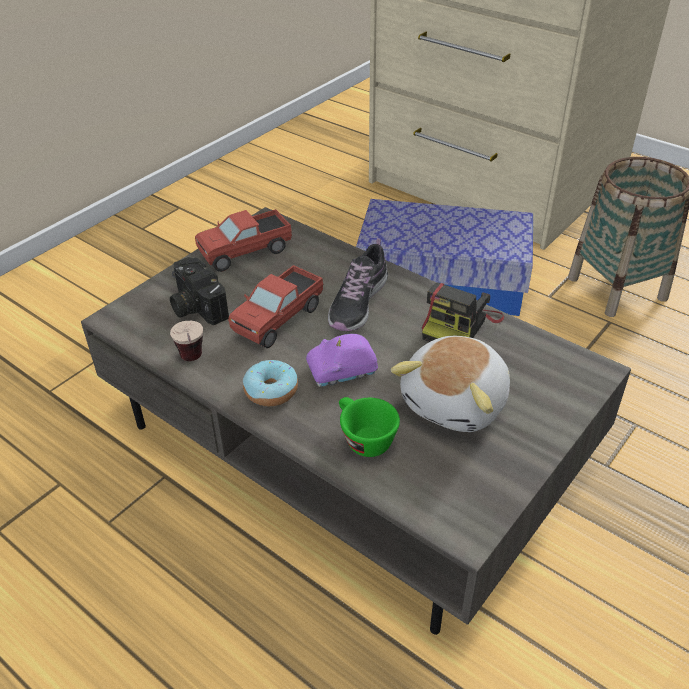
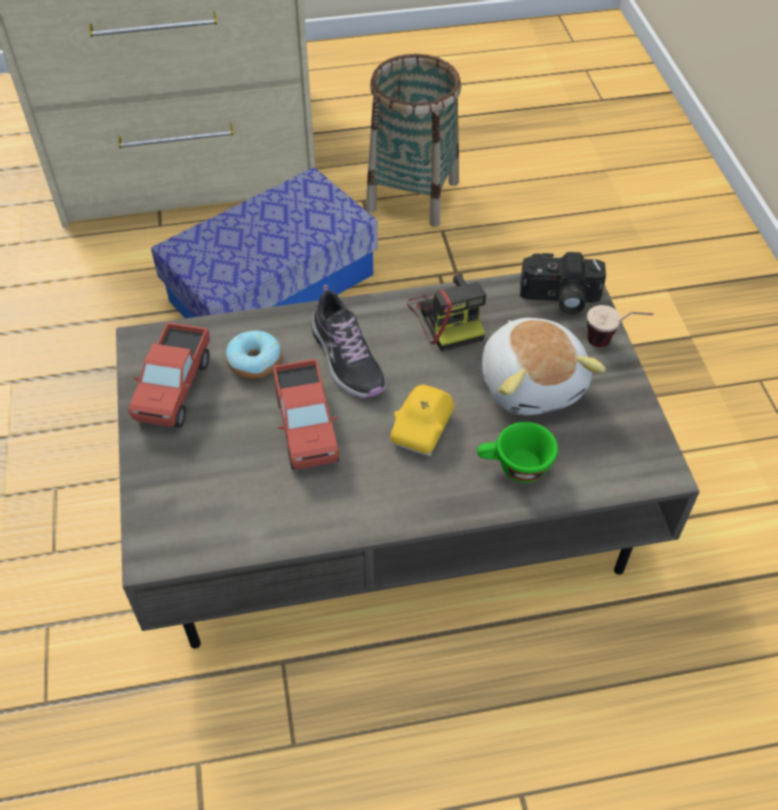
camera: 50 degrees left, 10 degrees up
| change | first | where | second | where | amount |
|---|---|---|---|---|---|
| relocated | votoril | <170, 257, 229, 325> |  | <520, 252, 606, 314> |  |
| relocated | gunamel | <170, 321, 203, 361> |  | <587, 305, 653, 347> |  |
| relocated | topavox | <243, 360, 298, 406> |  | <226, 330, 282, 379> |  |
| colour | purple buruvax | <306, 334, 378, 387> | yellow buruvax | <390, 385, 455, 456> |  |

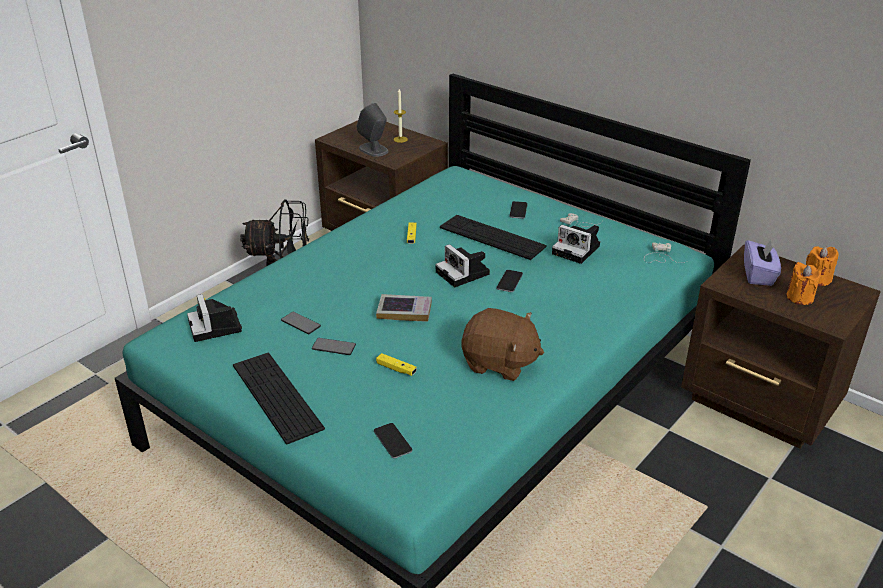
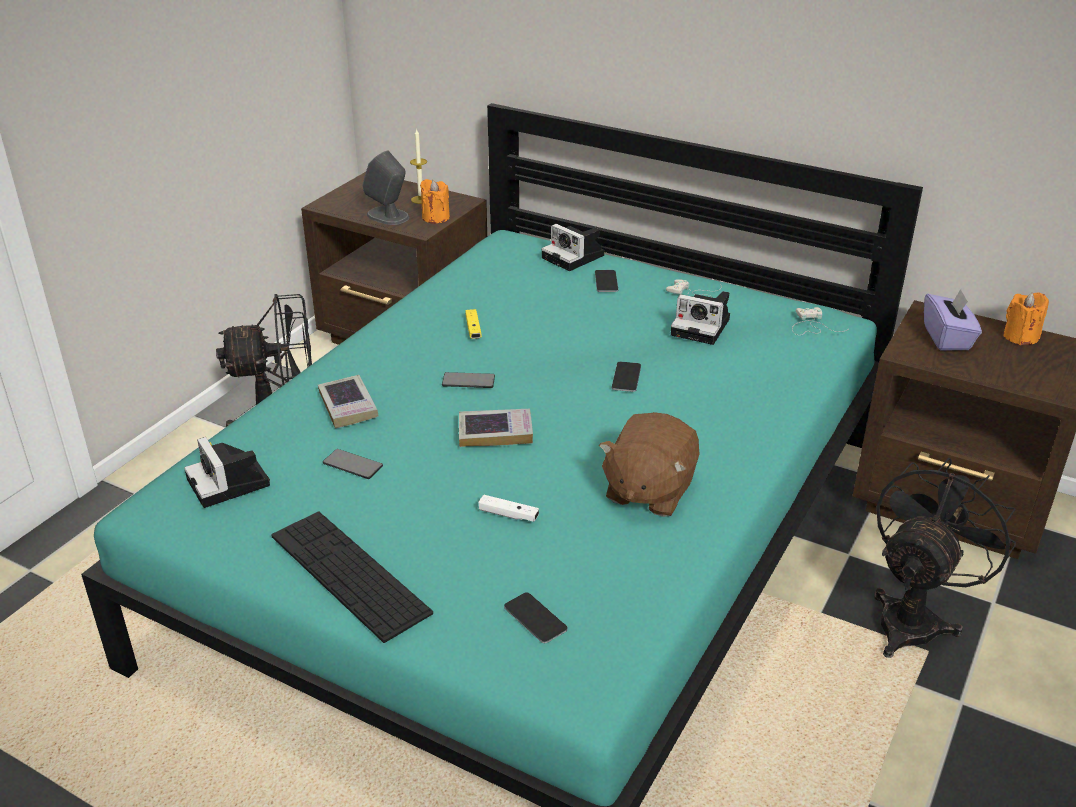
camera: 10 degrees left, 0 degrees up
| change | first | where | second | where | amount |
|---|---|---|---|---|---|
| relocated | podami | <312, 338, 356, 355> |  | <442, 372, 495, 388> |  |
| colour | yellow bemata | <376, 353, 417, 376> | white bemata | <478, 495, 539, 522> |  |
| relocated | votoril | <435, 244, 490, 287> |  | <542, 224, 604, 271> |  |
| missing | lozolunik | <440, 215, 547, 260> |  |  |  |
| spun | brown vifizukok | <461, 308, 544, 381> |  | <599, 412, 700, 517> | 105 degrees clockwise |
| relocated | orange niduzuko | <786, 262, 821, 305> |  | <420, 179, 450, 224> |  |
| appeared |  |  | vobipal | <318, 375, 379, 428> |  |
| appeared |  |  | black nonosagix | <874, 458, 1017, 658> |  |

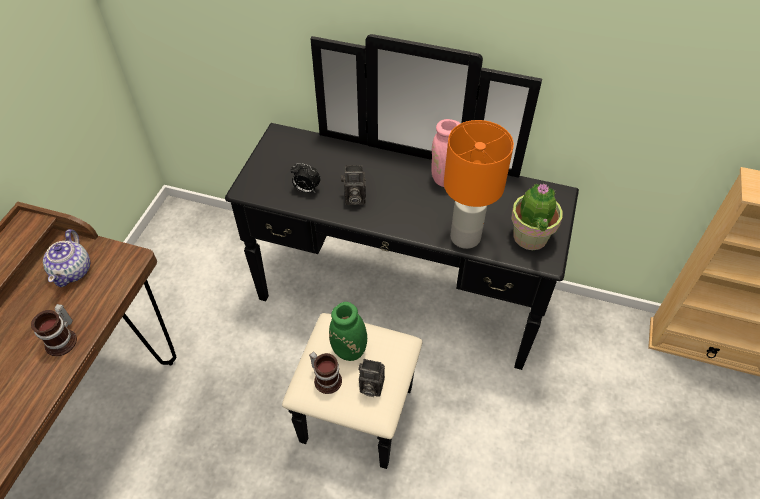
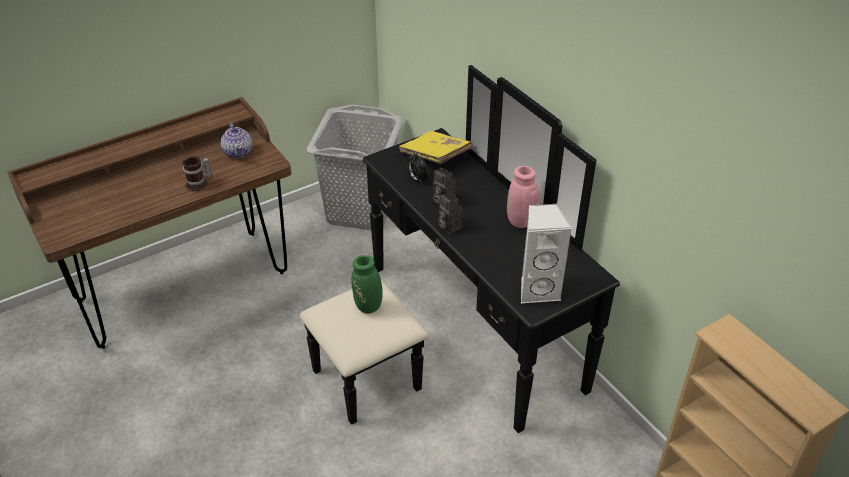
camera: 40 degrees right, 10 degrees down
| change | first | where | second | where | amount |
|---|---|---|---|---|---|
| spun | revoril | <43, 229, 90, 287> |  | <221, 122, 252, 159> | 60 degrees counterclockwise |
| missing | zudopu | <309, 352, 342, 394> |  |  |  |
| relocated | votoril | <358, 359, 385, 397> |  | <438, 192, 463, 234> |  |
| missing | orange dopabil | <444, 120, 514, 249> |  |  |  |
| exchanged | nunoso | <511, 183, 563, 250> | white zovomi | <521, 203, 572, 303> |  |
| appeared |  |  | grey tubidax | <307, 105, 404, 230> |  |
| appeared |  |  | yellow vobipal | <399, 131, 473, 164> |  |

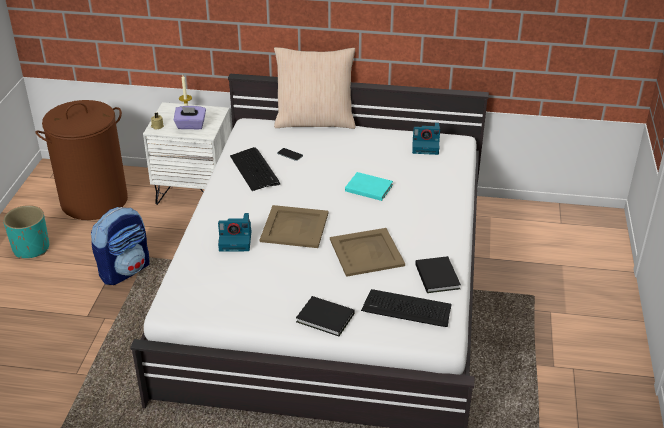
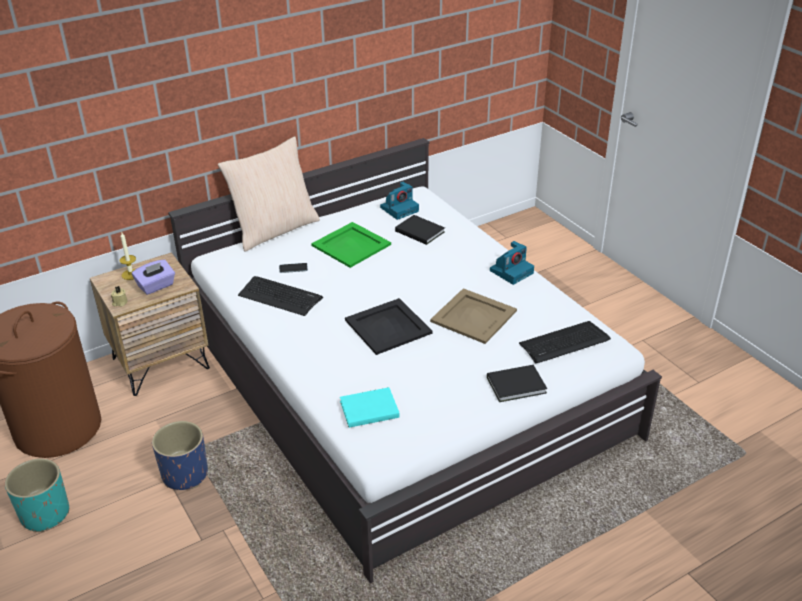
camera: 40 degrees left, 0 degrees up
| change | first | where | second | where | amount |
|---|---|---|---|---|---|
| exchanged | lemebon | <91, 207, 149, 285> | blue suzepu | <152, 421, 208, 490> |  |
| colour | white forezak | <143, 102, 231, 205> | brown forezak | <90, 253, 210, 396> |  |
| relocated | votoril | <218, 213, 251, 251> |  | <490, 241, 534, 285> |  |
| colour | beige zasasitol | <260, 205, 329, 248> | black zasasitol | <345, 298, 432, 355> |  |
| relocated | turquoise vobipal | <345, 172, 393, 201> |  | <340, 387, 400, 428> |  |
| relocated | black vobipal | <415, 256, 461, 293> |  | <395, 215, 445, 245> |  |
| appeared |  |  | green zasasitol | <311, 222, 391, 268> |  |

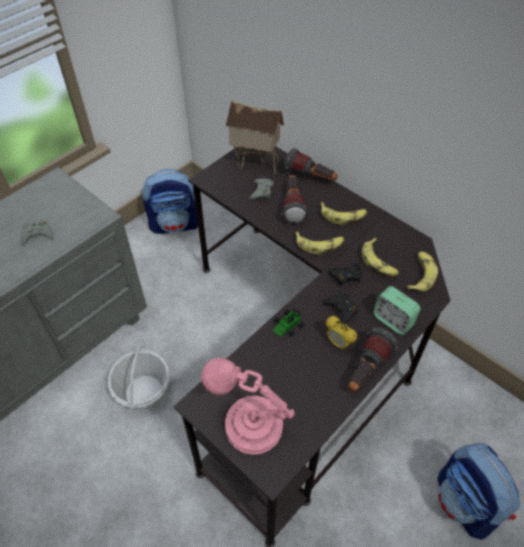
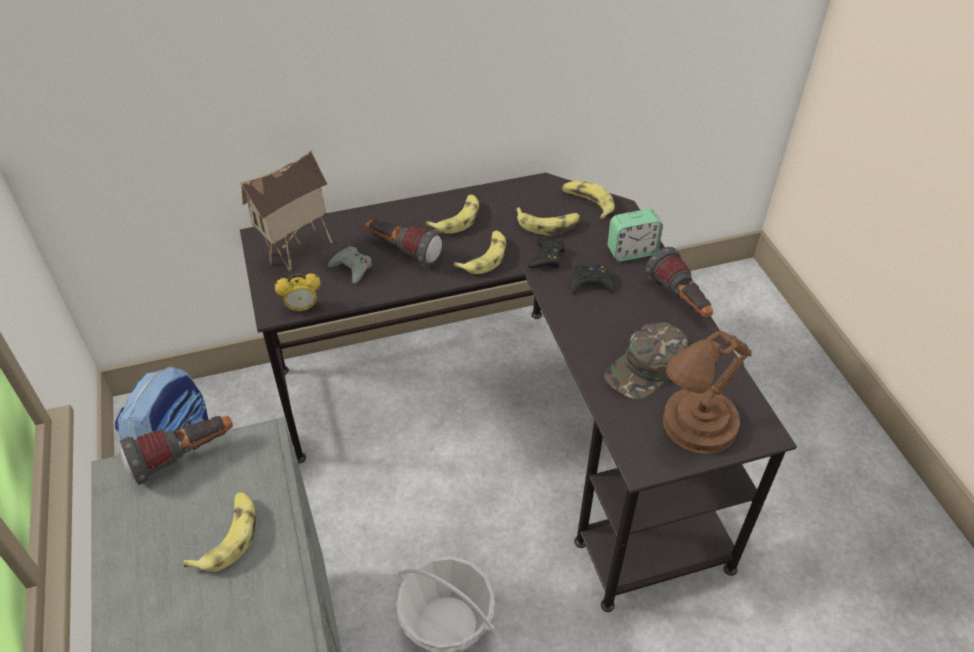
camera: 60 degrees left, 5 degrees down
| change | first | where | second | where | amount |
|---|---|---|---|---|---|
| exchanged | grey bemata | <20, 220, 53, 246> | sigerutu | <183, 492, 256, 572> |  |
| colour | pink dopabil | <201, 358, 295, 455> | brown dopabil | <663, 331, 752, 454> |  |
| missing | buruvax | <273, 308, 305, 337> |  |  |  |
| relocated | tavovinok | <284, 148, 338, 181> |  | <120, 416, 233, 485> |  |
| relocated | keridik | <326, 316, 357, 350> |  | <275, 273, 321, 313> |  |
| missing | lemebon | <438, 443, 520, 540> |  |  |  |
| appeared |  |  | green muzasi | <604, 322, 688, 400> |  |

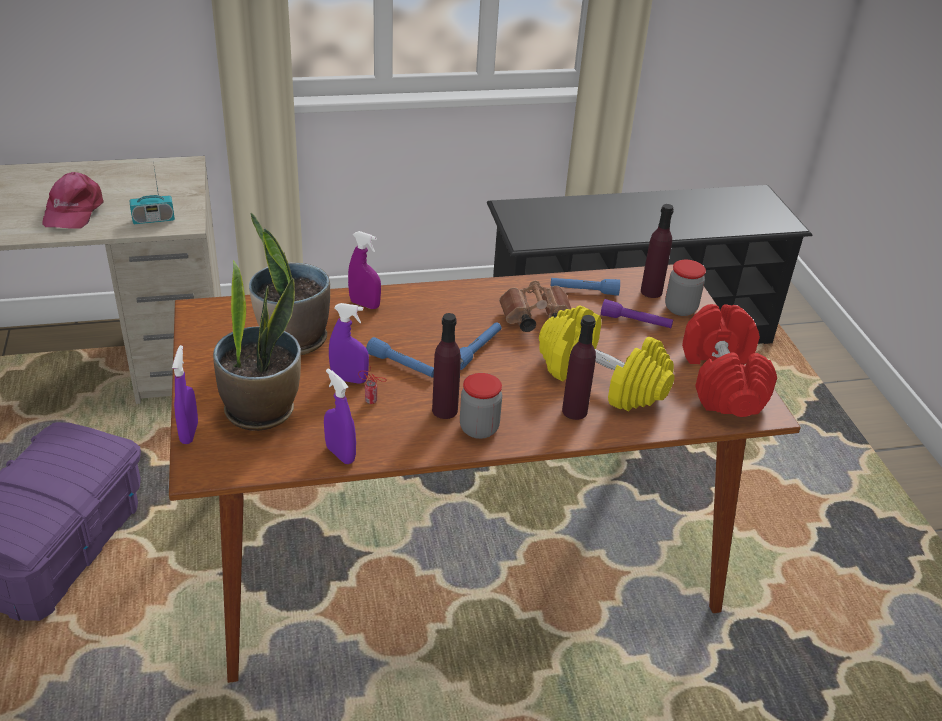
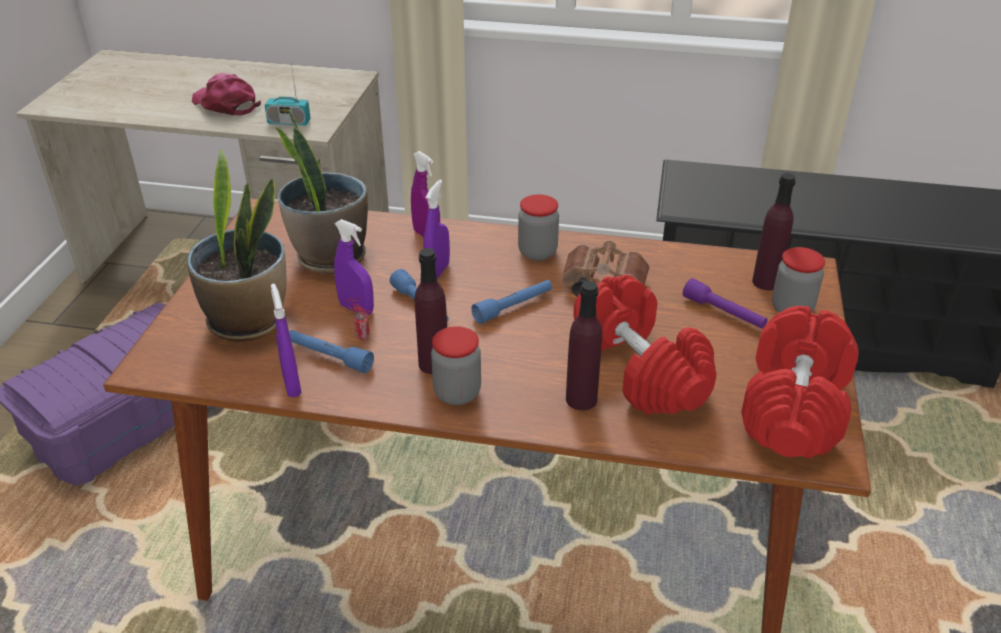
camera: 25 degrees right, 0 degrees up
| change | first | where | second | where | amount |
|---|---|---|---|---|---|
| spun | pink muzasi | <42, 172, 104, 229> |  | <192, 73, 261, 116> | 105 degrees clockwise |
| relocated | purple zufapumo | <172, 345, 198, 444> |  | <423, 180, 450, 279> |  |
| colour | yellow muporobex | <539, 305, 674, 411> | red muporobex | <573, 275, 717, 415> |  |
| relocated | blue tavovinok | <551, 278, 620, 296> |  | <289, 330, 374, 373> |  |
| appeared |  |  | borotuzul | <518, 194, 559, 261> |  |

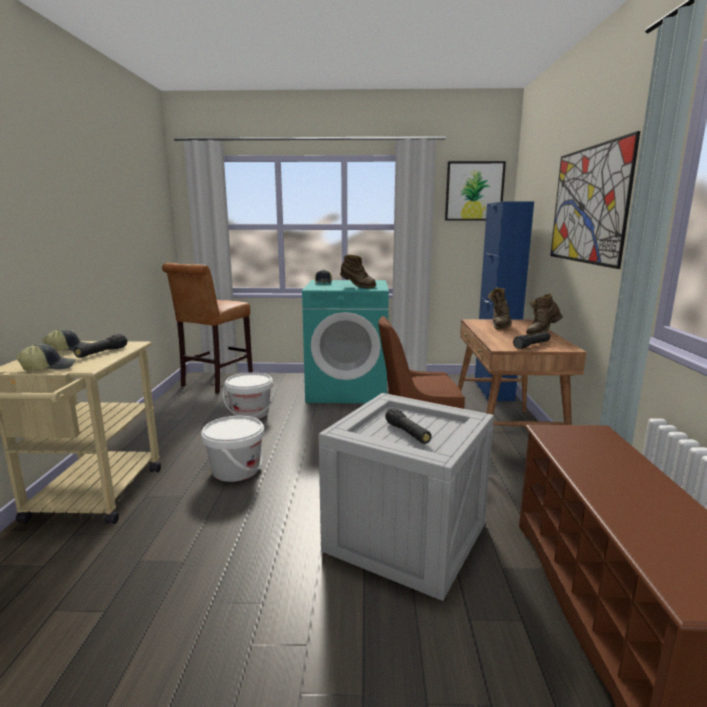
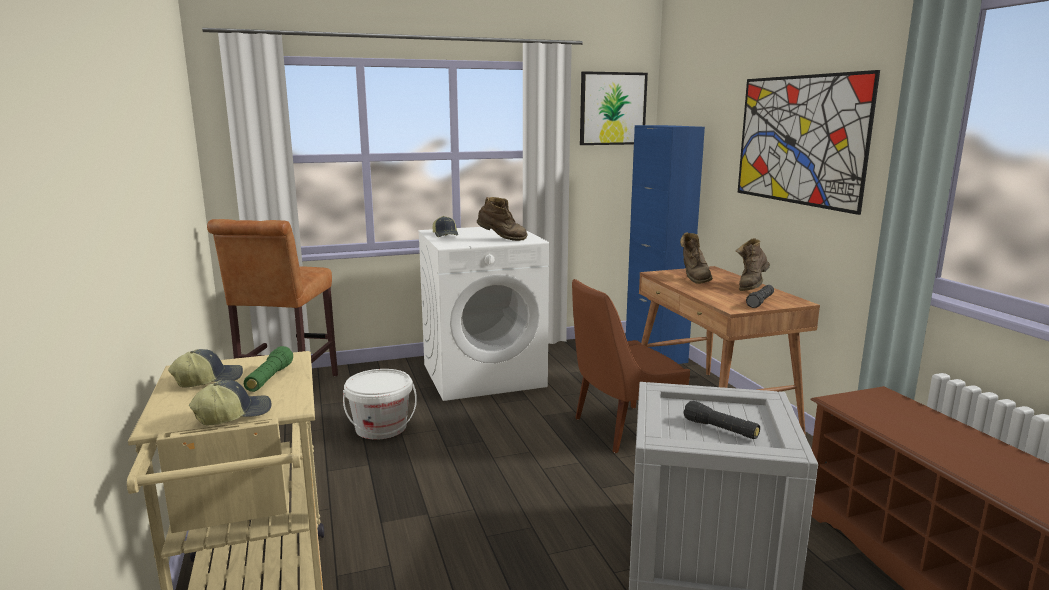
camera: 20 degrees left, 0 degrees up
| change | first | where | second | where | amount |
|---|---|---|---|---|---|
| colour | black tavovinok | <74, 334, 127, 358> | green tavovinok | <244, 346, 293, 392> |  |
| missing | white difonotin | <201, 416, 264, 482> |  |  |  |
| colour | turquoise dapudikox | <302, 280, 389, 403> | white dapudikox | <418, 227, 549, 401> |  |

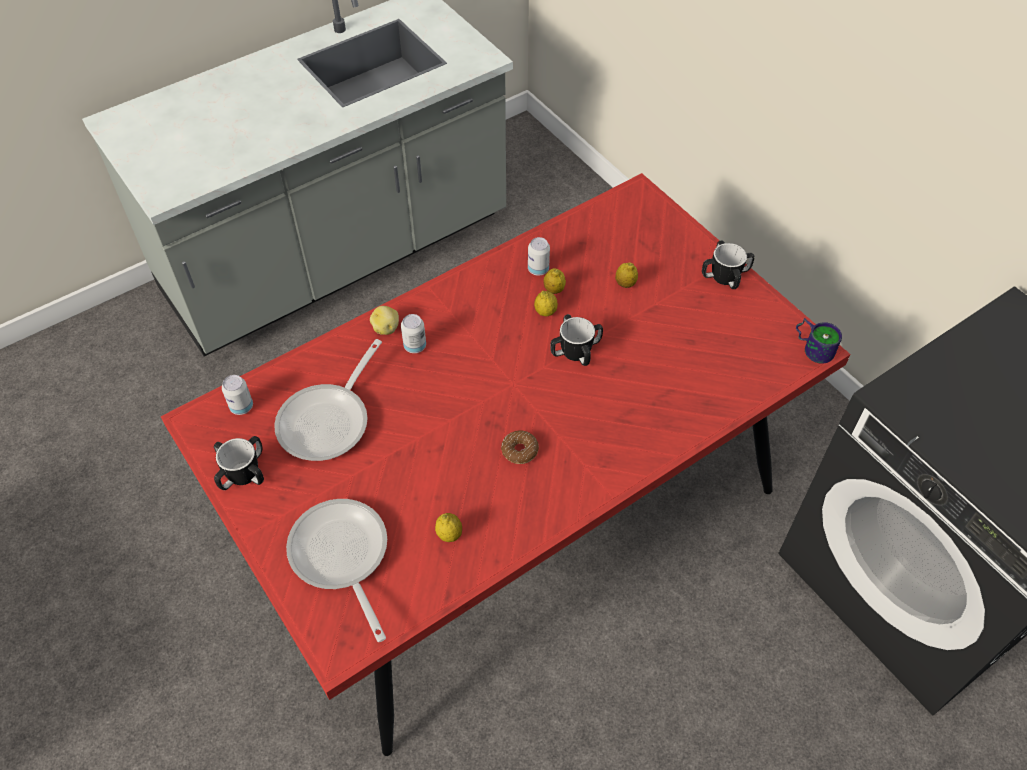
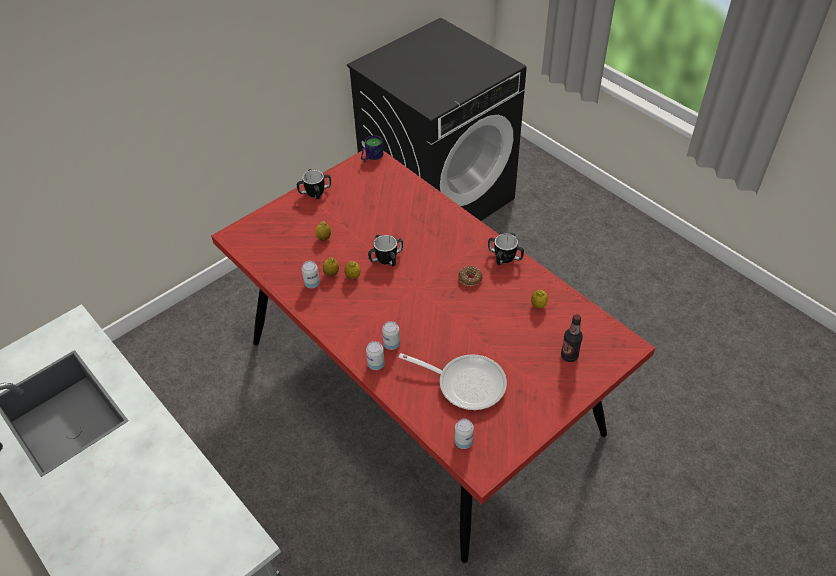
camera: 95 degrees left, 5 degrees down
| change | first | where | second | where | amount |
|---|---|---|---|---|---|
| relocated | zudopu | <214, 436, 264, 490> |  | <488, 233, 524, 265> |  |
| exchanged | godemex | <286, 499, 387, 642> | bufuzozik | <561, 314, 583, 362> |  |
| exchanged | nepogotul | <370, 306, 399, 335> | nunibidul | <366, 341, 385, 370> |  |

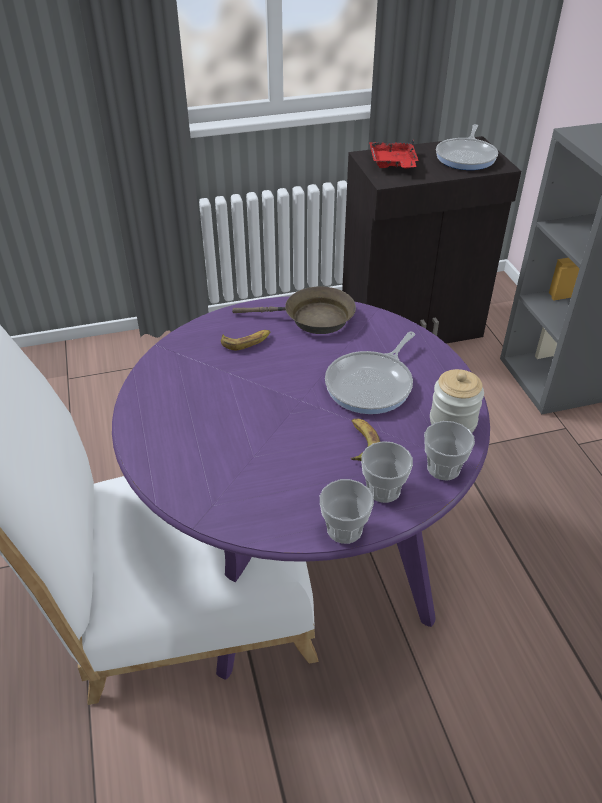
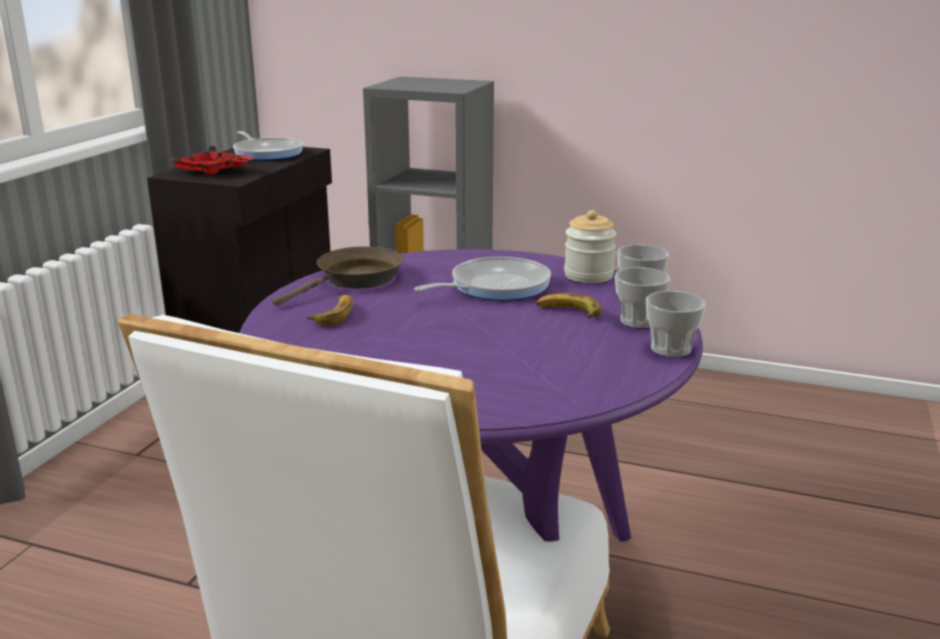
camera: 55 degrees left, 20 degrees down
| change | first | where | second | where | amount |
|---|---|---|---|---|---|
| spun | godemex | <325, 331, 415, 414> |  | <414, 257, 551, 301> | 105 degrees counterclockwise |

